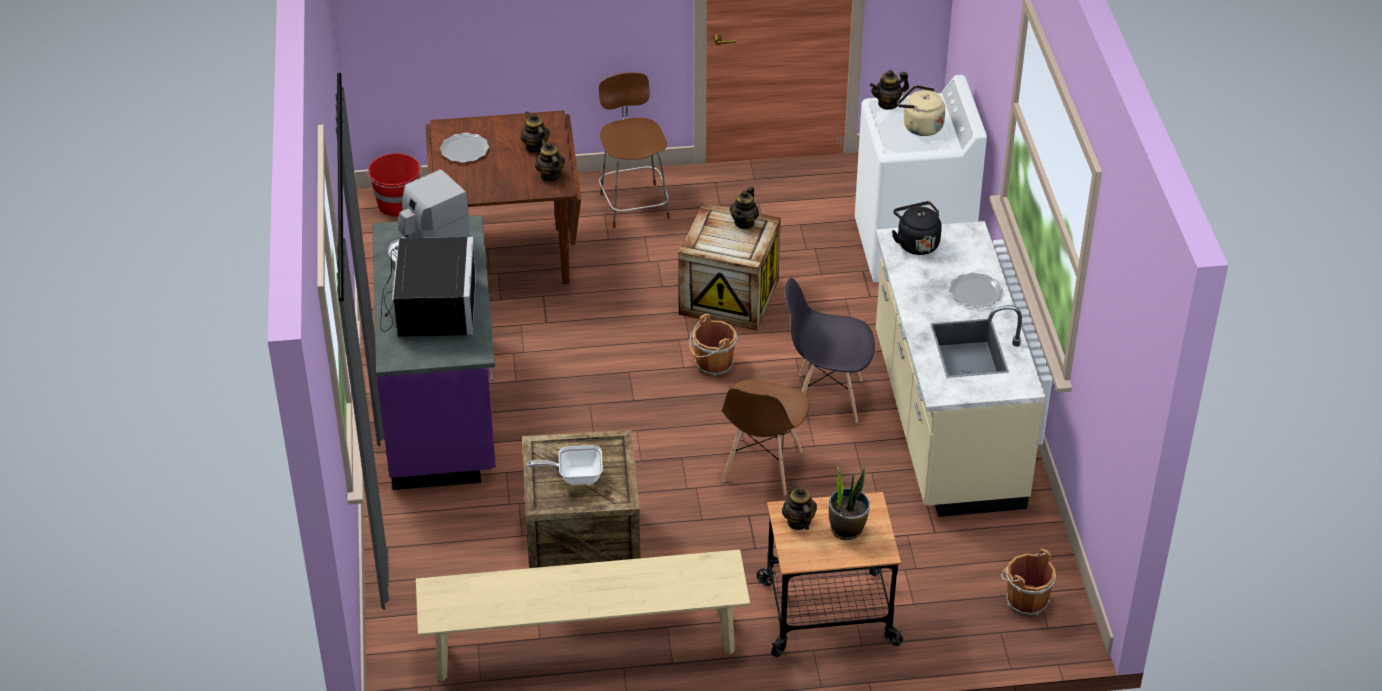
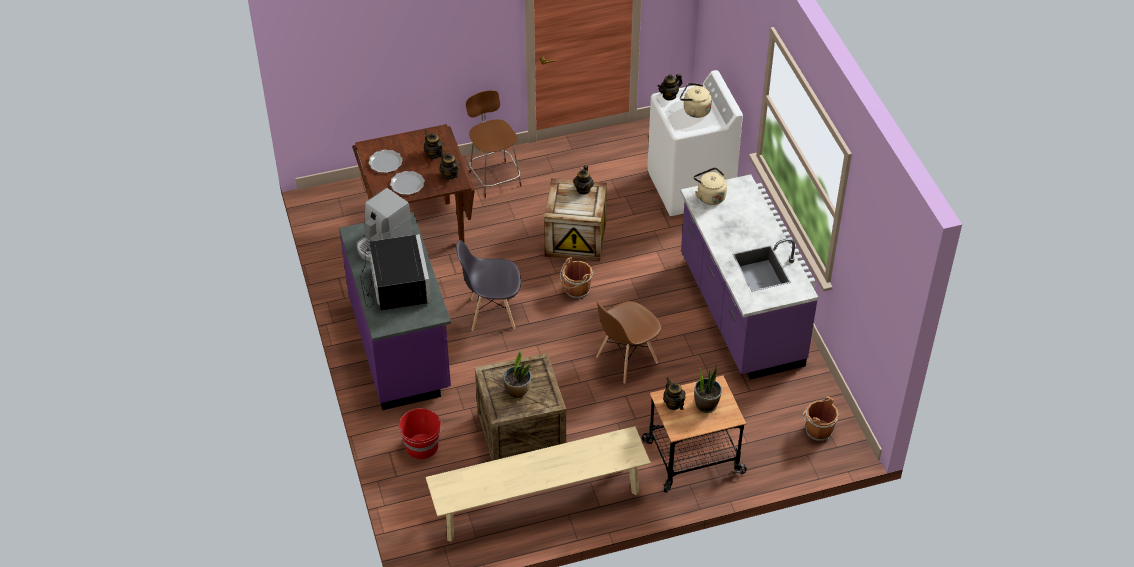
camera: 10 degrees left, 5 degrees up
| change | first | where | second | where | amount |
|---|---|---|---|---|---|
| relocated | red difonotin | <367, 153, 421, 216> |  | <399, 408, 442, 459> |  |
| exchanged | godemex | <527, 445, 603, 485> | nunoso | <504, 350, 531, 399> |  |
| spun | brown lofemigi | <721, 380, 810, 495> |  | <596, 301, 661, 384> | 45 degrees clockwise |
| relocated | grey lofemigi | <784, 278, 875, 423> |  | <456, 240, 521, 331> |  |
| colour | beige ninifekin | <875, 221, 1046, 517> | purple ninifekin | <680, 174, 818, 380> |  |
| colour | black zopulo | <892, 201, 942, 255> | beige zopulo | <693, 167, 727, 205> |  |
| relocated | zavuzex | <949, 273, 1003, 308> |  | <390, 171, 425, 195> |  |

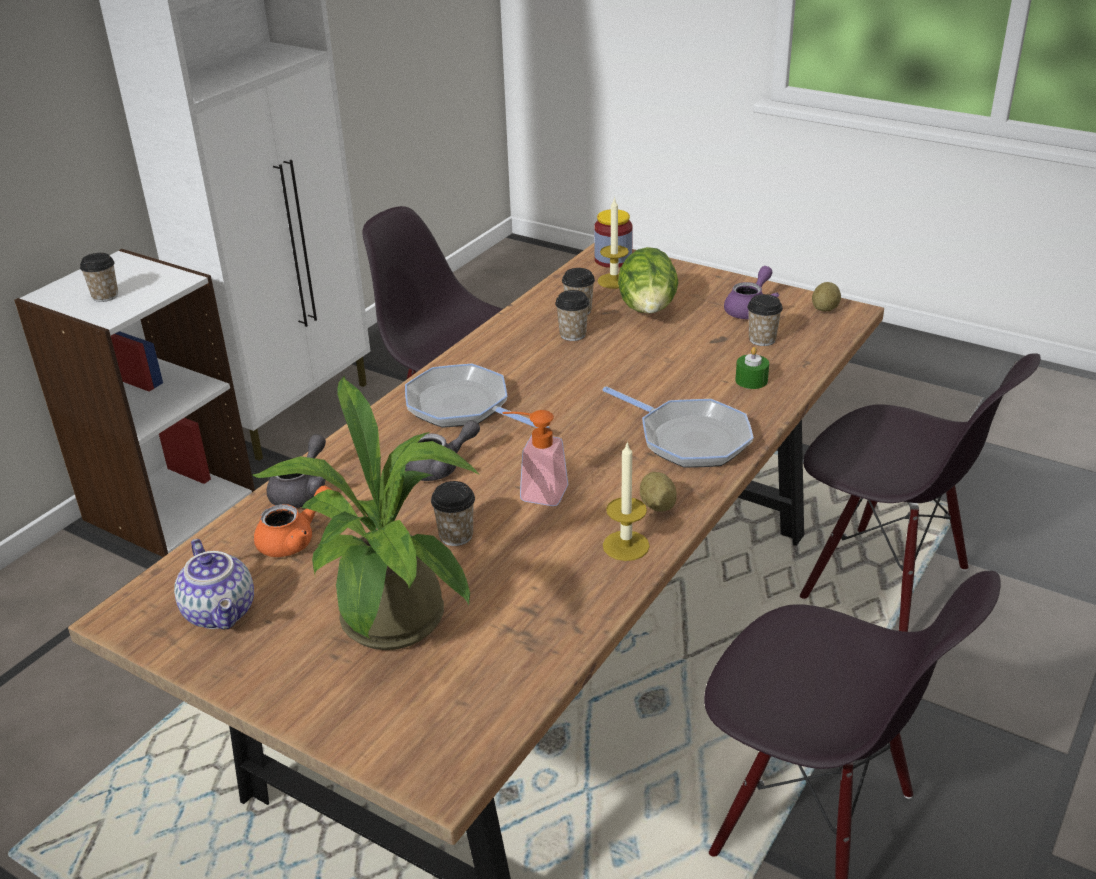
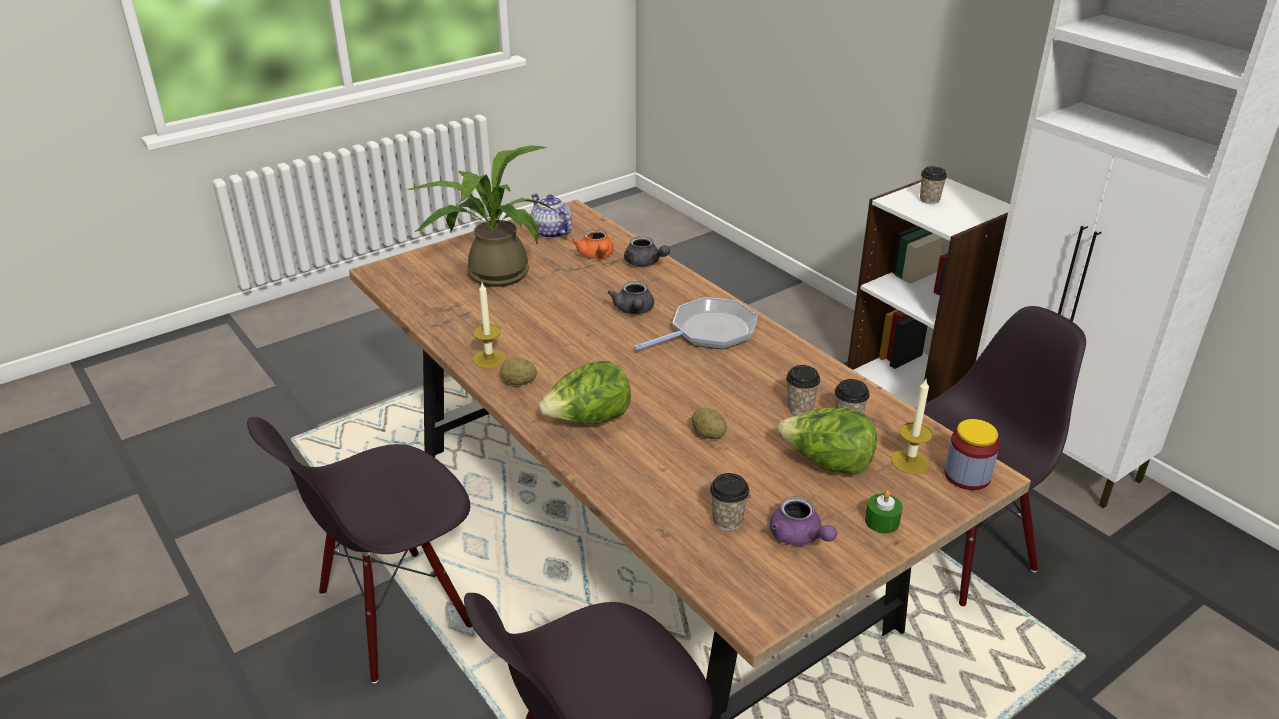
camera: 110 degrees right, 0 degrees up
| change | first | where | second | where | amount |
|---|---|---|---|---|---|
| spun | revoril | <174, 539, 254, 629> |  | <531, 193, 572, 239> | 60 degrees clockwise |
| missing | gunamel | <431, 481, 475, 546> |  |  |  |
| missing | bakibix | <503, 410, 568, 506> |  |  |  |
| exchanged | godemex | <603, 386, 754, 468> | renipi | <539, 361, 631, 424> |  |
| relocated | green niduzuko | <735, 347, 769, 389> |  | <865, 490, 903, 534> |  |
| relocated | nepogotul | <812, 282, 841, 311> |  | <692, 408, 727, 439> |  |

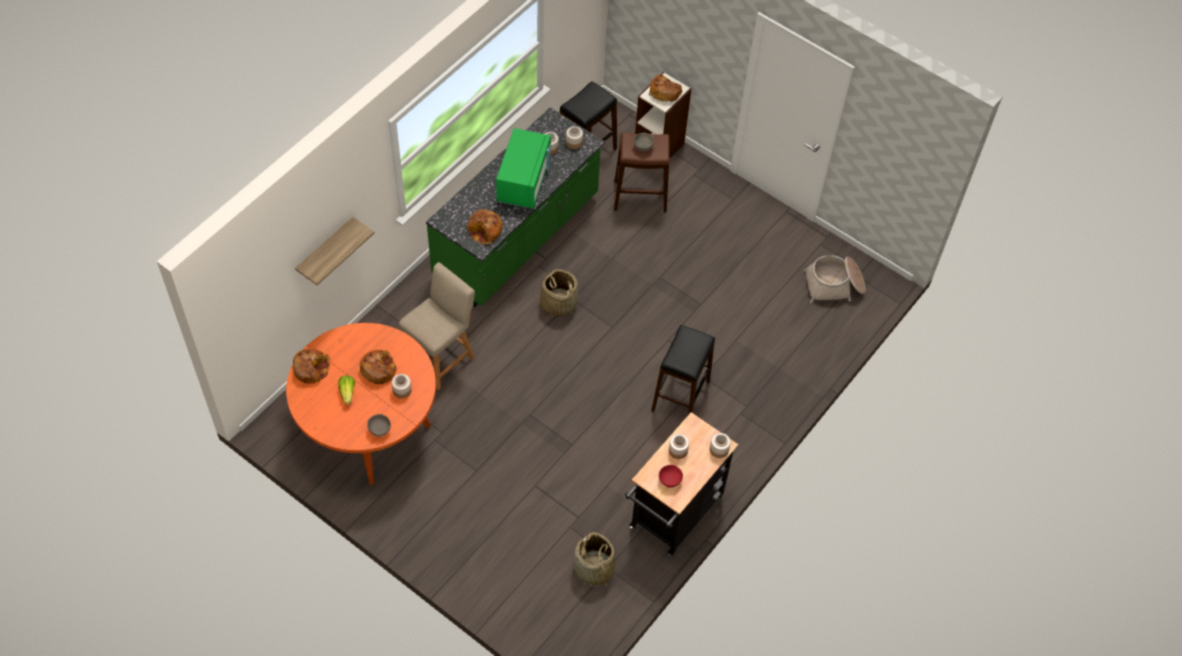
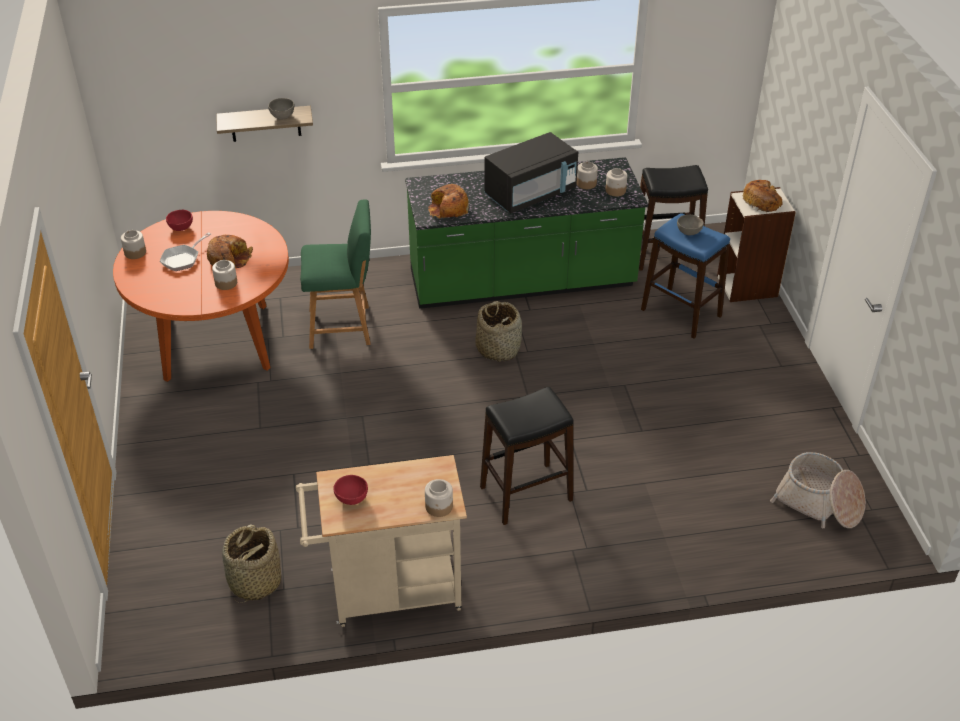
camera: 45 degrees right, 15 degrees down
| change | first | where | second | where | amount |
|---|---|---|---|---|---|
| exchanged | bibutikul | <293, 349, 330, 384> | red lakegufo | <166, 210, 193, 231> |  |
| exchanged | renipi | <338, 375, 355, 405> | godemex | <160, 232, 211, 271> |  |
| relocated | grey lakegufo | <367, 414, 391, 436> |  | <268, 98, 294, 119> |  |
| colour | beige lofemigi | <399, 262, 475, 390> | green lofemigi | <300, 199, 371, 349> |  |
| colour | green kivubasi | <496, 128, 551, 209> | black kivubasi | <484, 132, 578, 213> |  |
| colour | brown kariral | <614, 133, 670, 213> | blue kariral | <641, 213, 730, 339> |  |
| colour | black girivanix | <625, 412, 738, 556> | beige girivanix | <296, 455, 467, 627> |  |
| relocated | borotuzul | <669, 434, 689, 459> |  | <121, 230, 146, 259> |  |

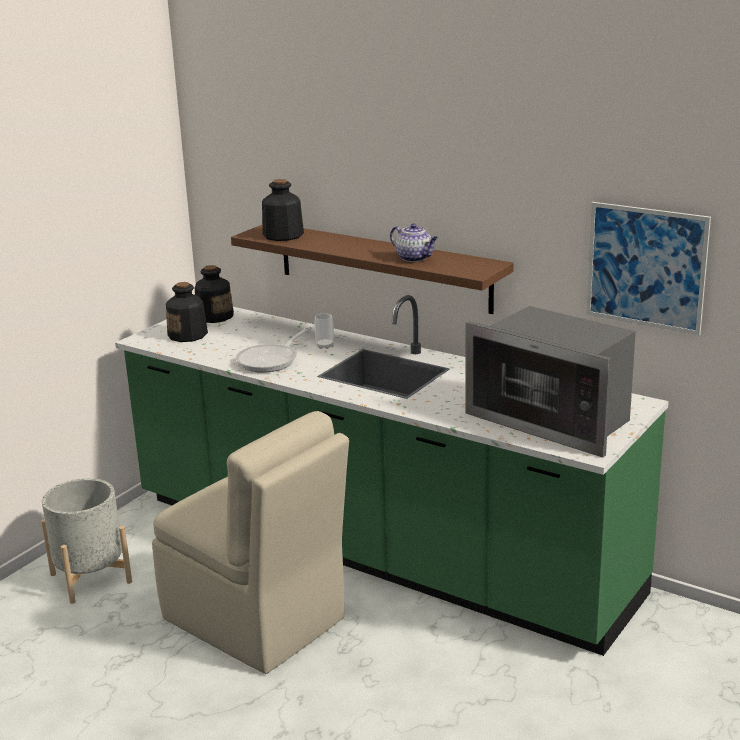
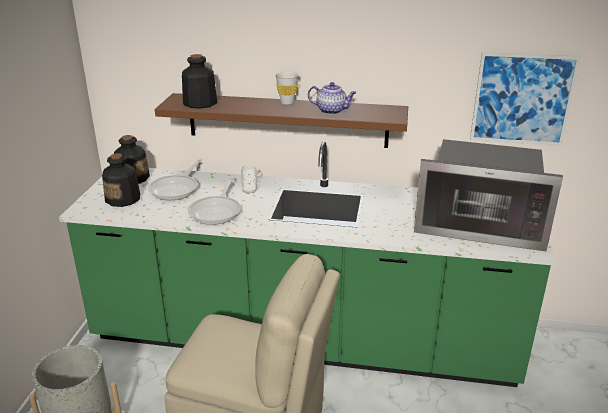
camera: 25 degrees left, 5 degrees up
| change | first | where | second | where | amount |
|---|---|---|---|---|---|
| appeared |  |  | godemex | <148, 159, 202, 200> |  |
| appeared |  |  | white gunamel | <275, 71, 299, 105> |  |

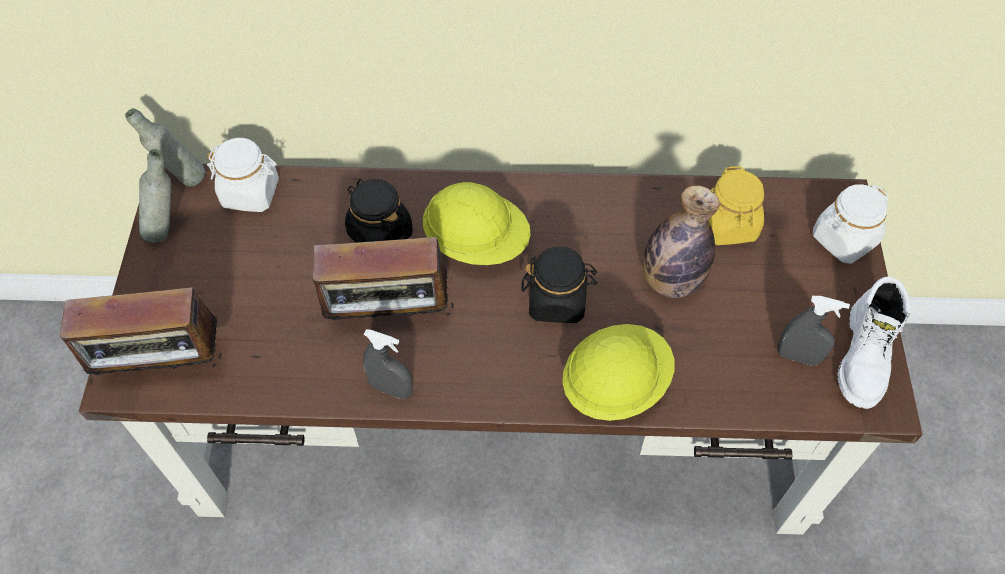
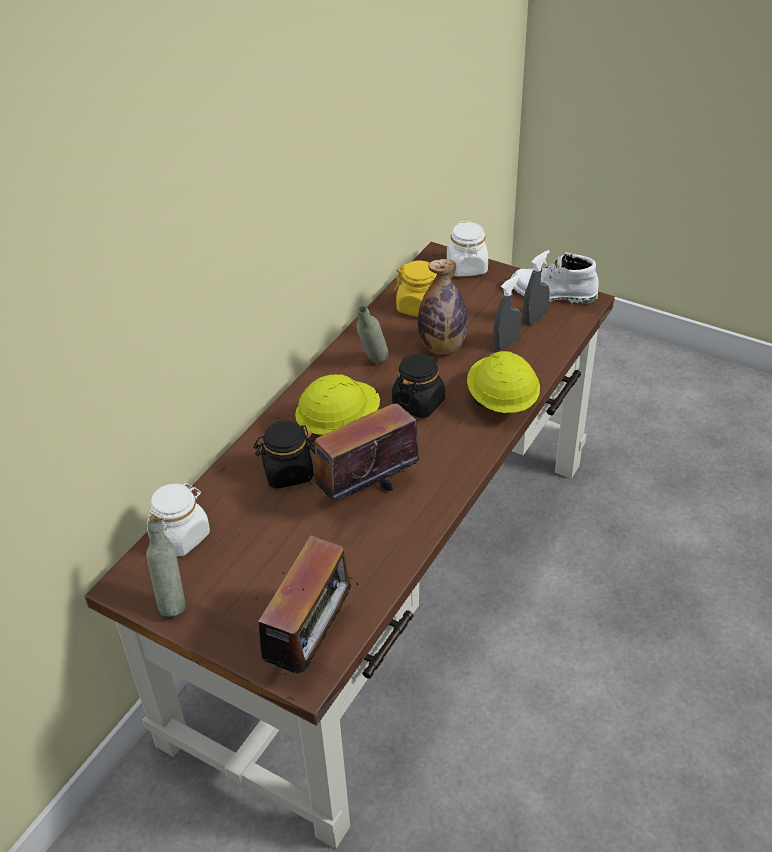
camera: 60 degrees left, 15 degrees down
| change | first | where | second | where | amount |
|---|---|---|---|---|---|
| relocated | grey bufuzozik | <125, 108, 205, 187> |  | <357, 306, 389, 364> |  |
| spun | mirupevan | <304, 231, 454, 331> |  | <308, 391, 428, 500> | 150 degrees counterclockwise |
| relocated | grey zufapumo | <363, 329, 413, 399> |  | <493, 274, 521, 350> |  |
| spun | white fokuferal | <838, 276, 910, 409> |  | <511, 252, 599, 305> | 150 degrees clockwise |

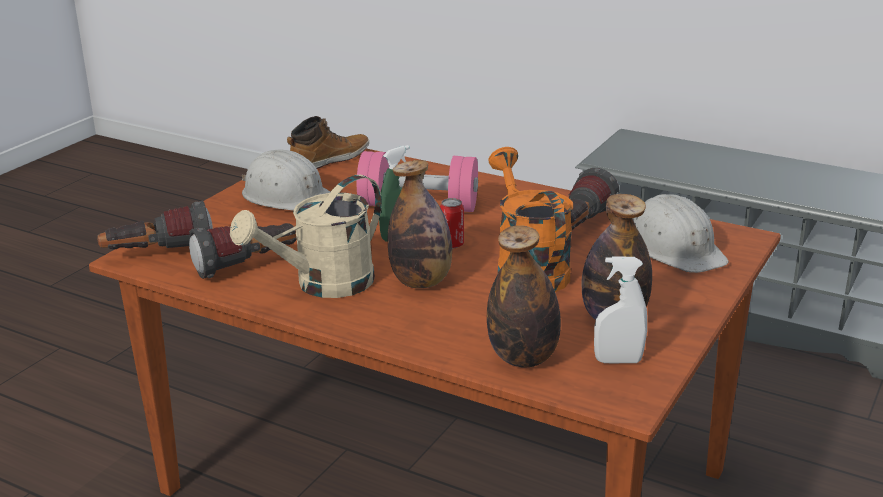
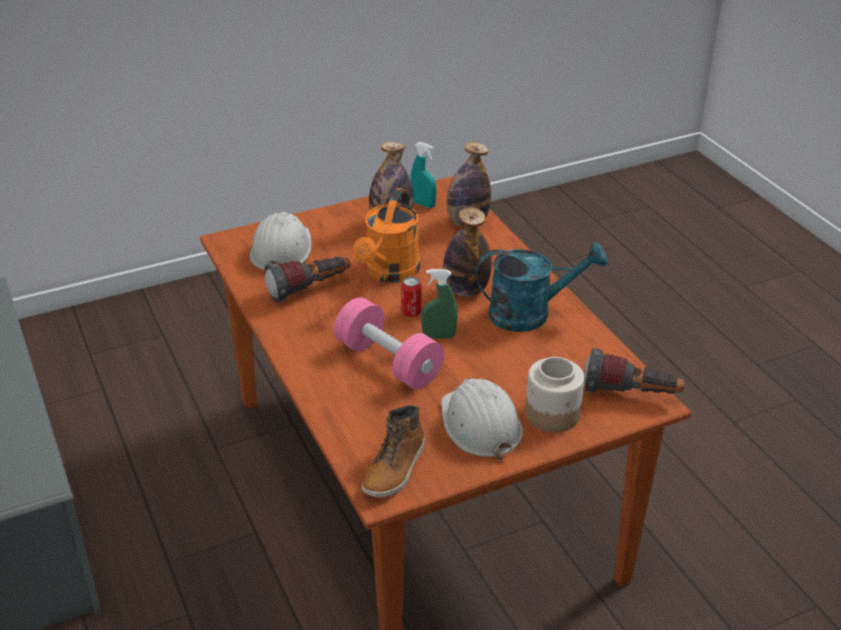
camera: 145 degrees left, 10 degrees up
| change | first | where | second | where | amount |
|---|---|---|---|---|---|
| missing | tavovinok | <189, 223, 297, 279> |  |  |  |
| colour | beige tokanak | <230, 175, 382, 298> | turquoise tokanak | <475, 242, 608, 332> |  |
| spun | fokuferal | <287, 116, 369, 169> |  | <362, 405, 425, 497> | 60 degrees counterclockwise |
| colour | white zufapumo | <594, 256, 647, 363> | turquoise zufapumo | <410, 142, 437, 208> |  |
| appeared |  |  | borotuzul | <525, 357, 584, 432> |  |

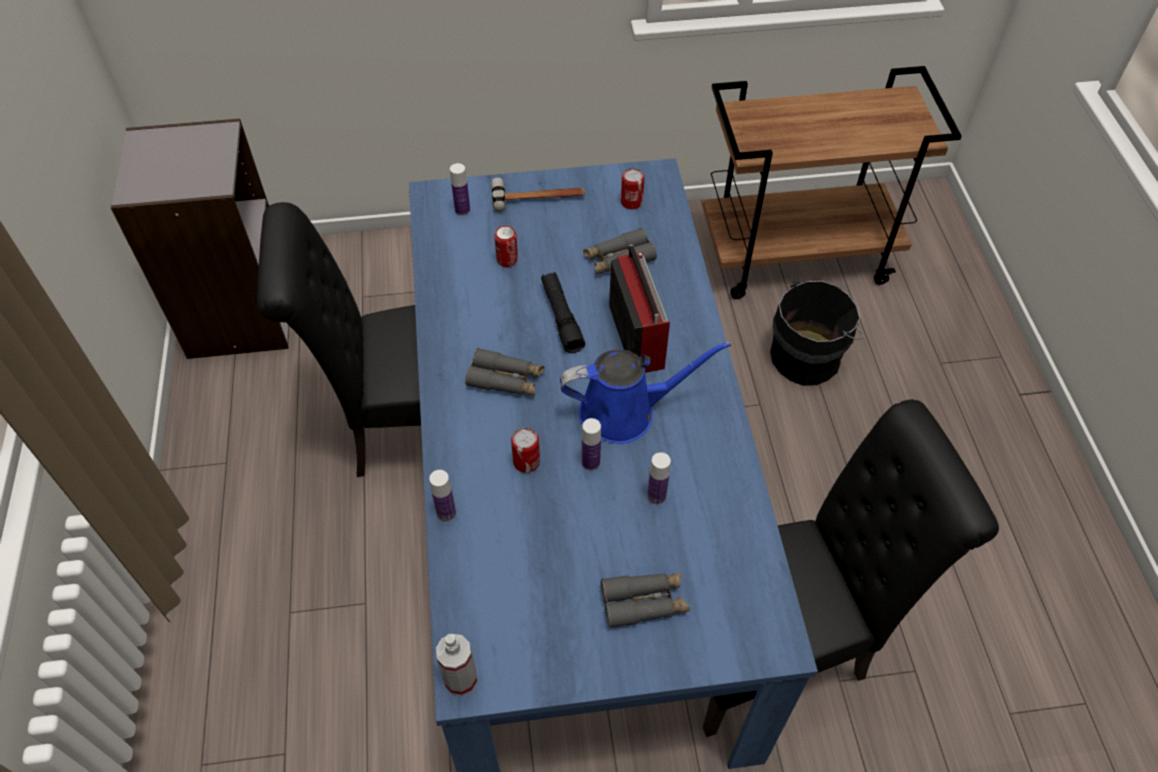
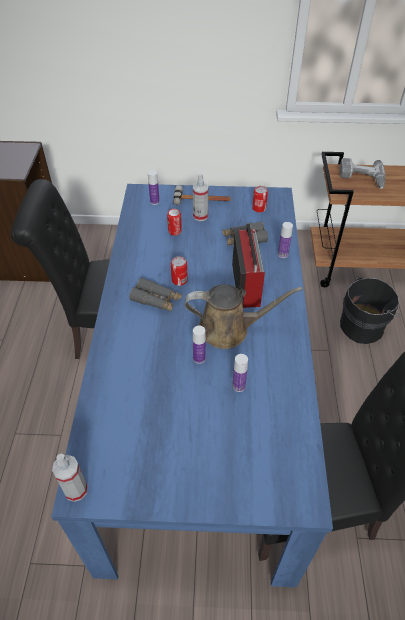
camera: 10 degrees right, 5 degrees down
| change | first | where | second | where | amount |
|---|---|---|---|---|---|
| relocated | bufuzozik | <429, 470, 456, 522> |  | <278, 222, 293, 258> |  |
| relocated | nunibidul | <511, 428, 540, 473> |  | <171, 256, 188, 286> |  |
| missing | black tavovinok | <541, 272, 585, 353> |  |  |  |
| colour | blue tokanak | <560, 341, 731, 444> | brown tokanak | <185, 284, 303, 349> |  |
| missing | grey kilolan | <601, 573, 690, 628> |  |  |  |
| appeared |  |  | zufapumo | <193, 174, 209, 221> |  |
| appeared |  |  | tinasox | <340, 158, 385, 189> |  |

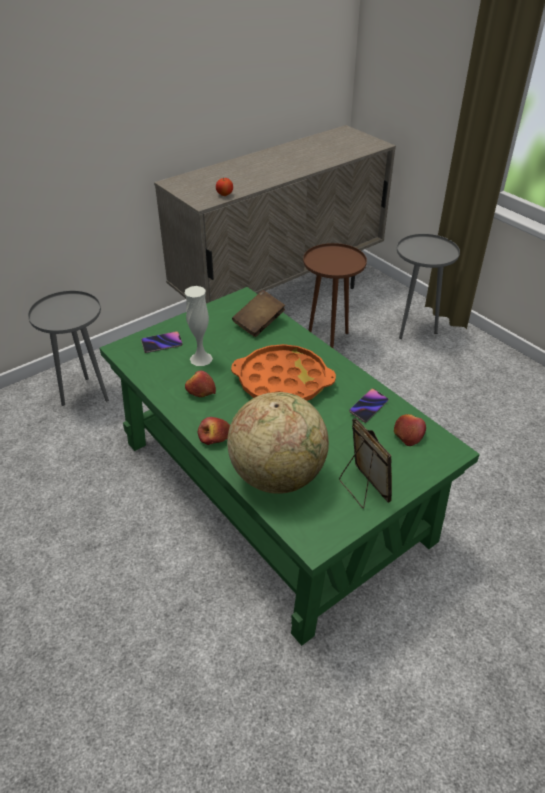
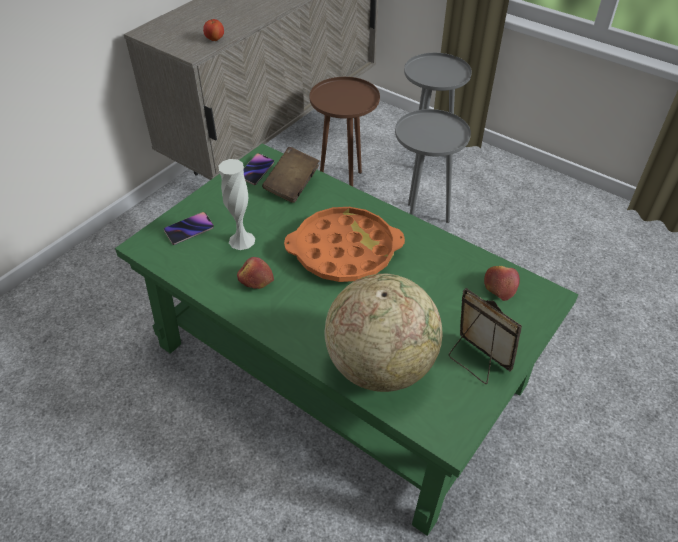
camera: 15 degrees left, 5 degrees up
| change | first | where | second | where | amount |
|---|---|---|---|---|---|
| relocated | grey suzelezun | <28, 291, 109, 406> |  | <395, 109, 471, 223> |  |
| missing | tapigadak | <198, 417, 230, 445> |  |  |  |
| relocated | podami | <349, 389, 388, 423> |  | <244, 153, 274, 185> |  |

